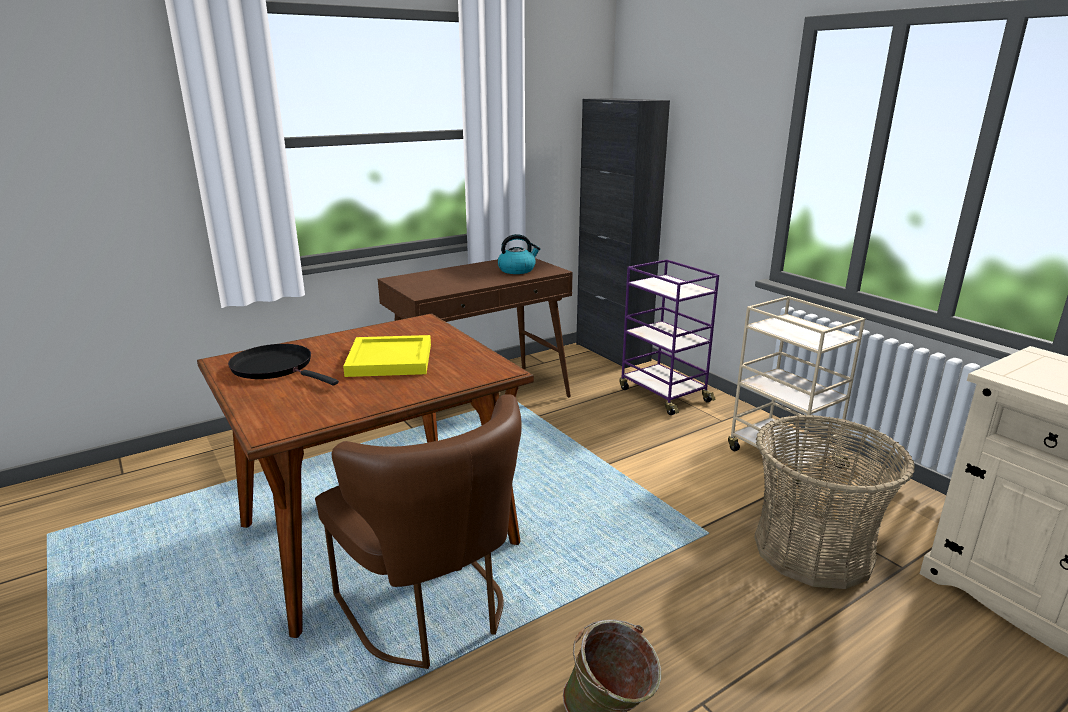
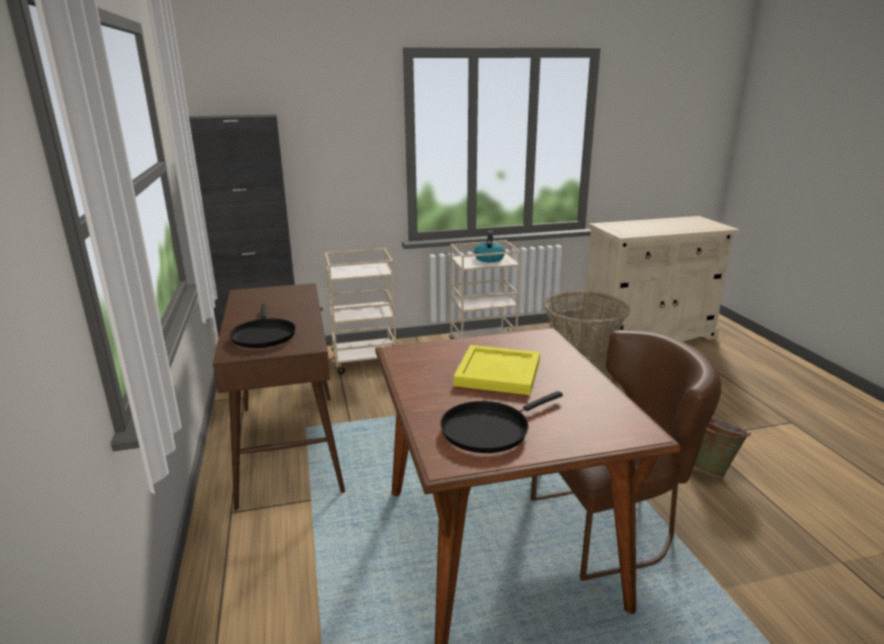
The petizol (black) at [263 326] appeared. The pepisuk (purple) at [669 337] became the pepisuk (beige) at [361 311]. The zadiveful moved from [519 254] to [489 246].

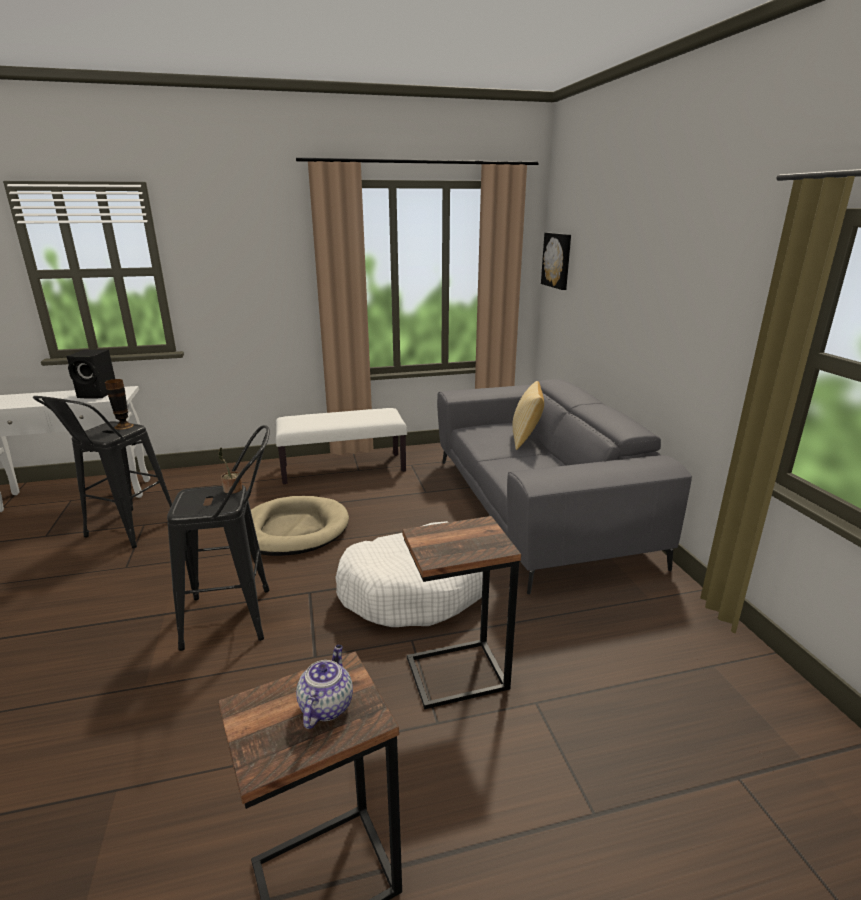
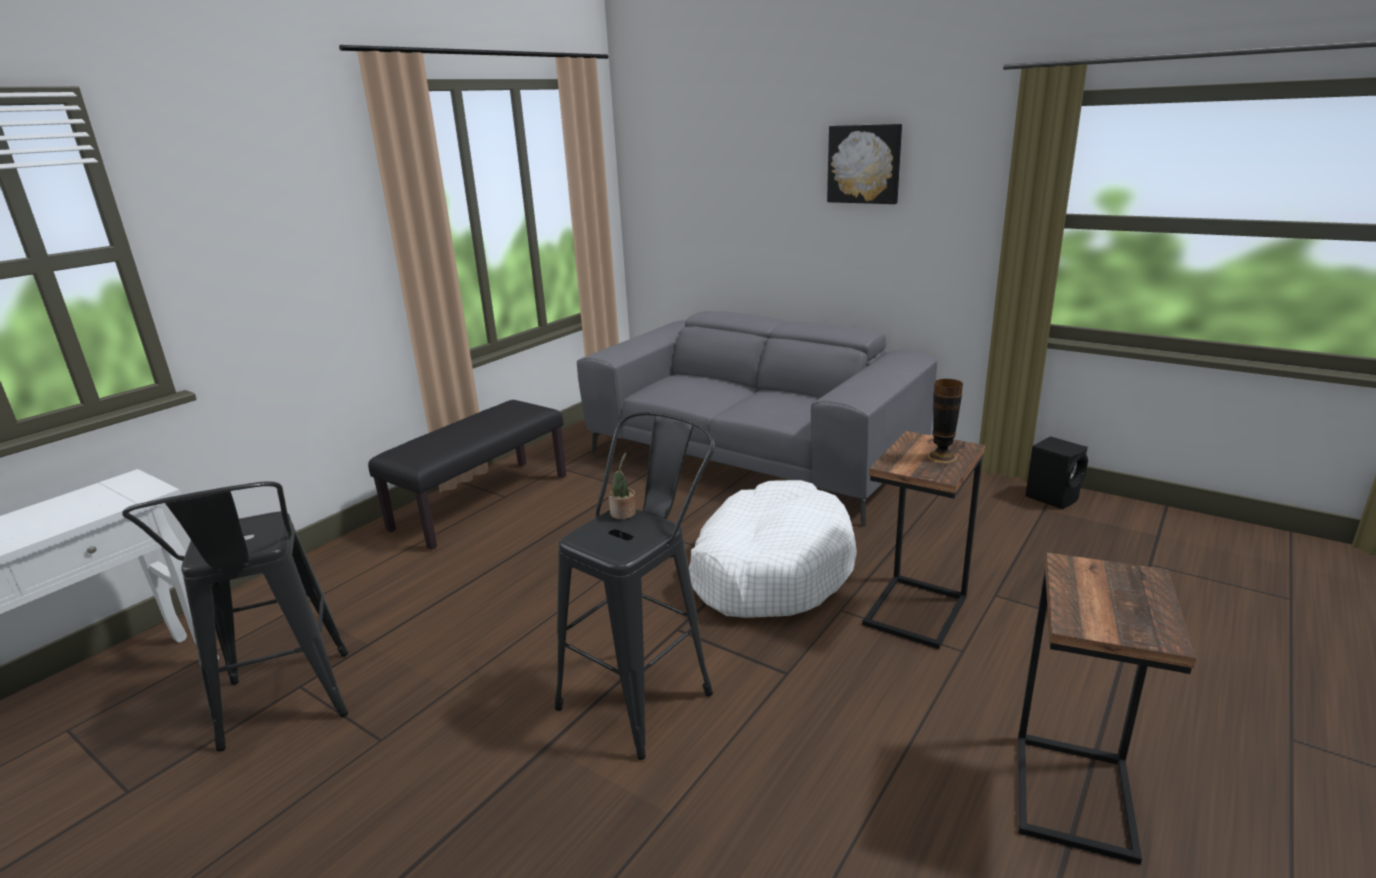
The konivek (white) at [341 446] became the konivek (black) at [467 475]. The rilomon moved from [556 261] to [864 164]. The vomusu moved from [119 404] to [945 421]. The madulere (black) moved from [91 374] to [1056 472]. The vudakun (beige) at [300 526] disappeared. The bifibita at [324 687] disappeared. The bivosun at [528 415] disappeared.

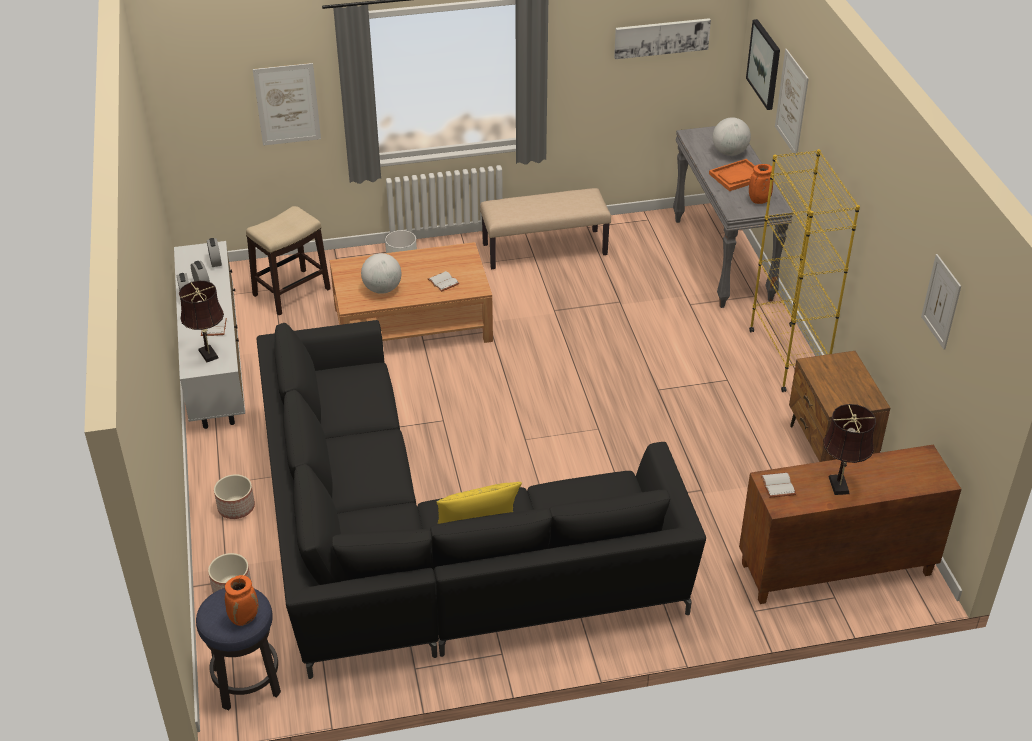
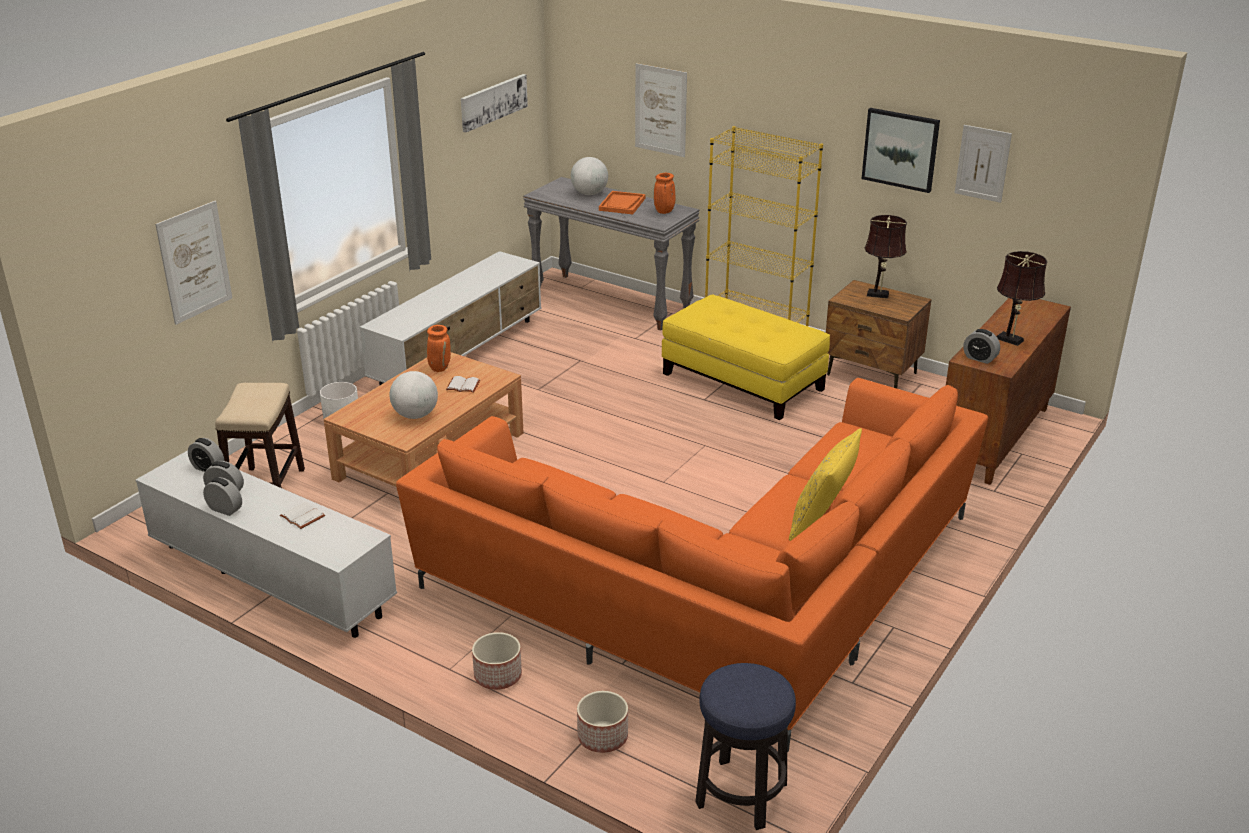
The konivek (beige) at [545 228] was replaced by the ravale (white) at [450 318]. The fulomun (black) at [481 499] became the fulomun (orange) at [692 565]. The vomusu (orange) moved from [241 600] to [439 348]. The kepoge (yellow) at [746 357] appeared. The rilomon moved from [763 64] to [900 150]. The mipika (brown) moved from [201 321] to [886 257]. The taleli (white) at [778 485] was replaced by the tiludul at [981 346].

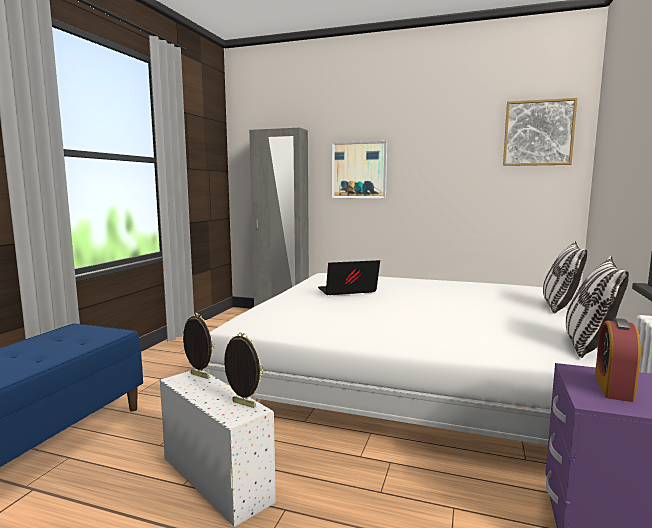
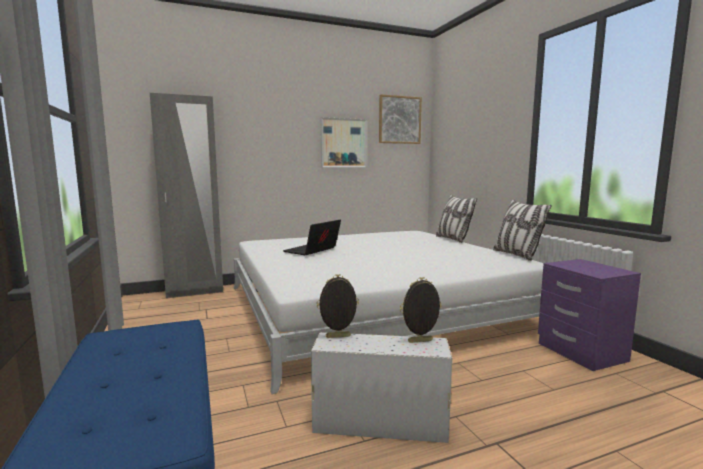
The rilomon moved from [359 169] to [344 142]. The tiludul at [618 360] disappeared.

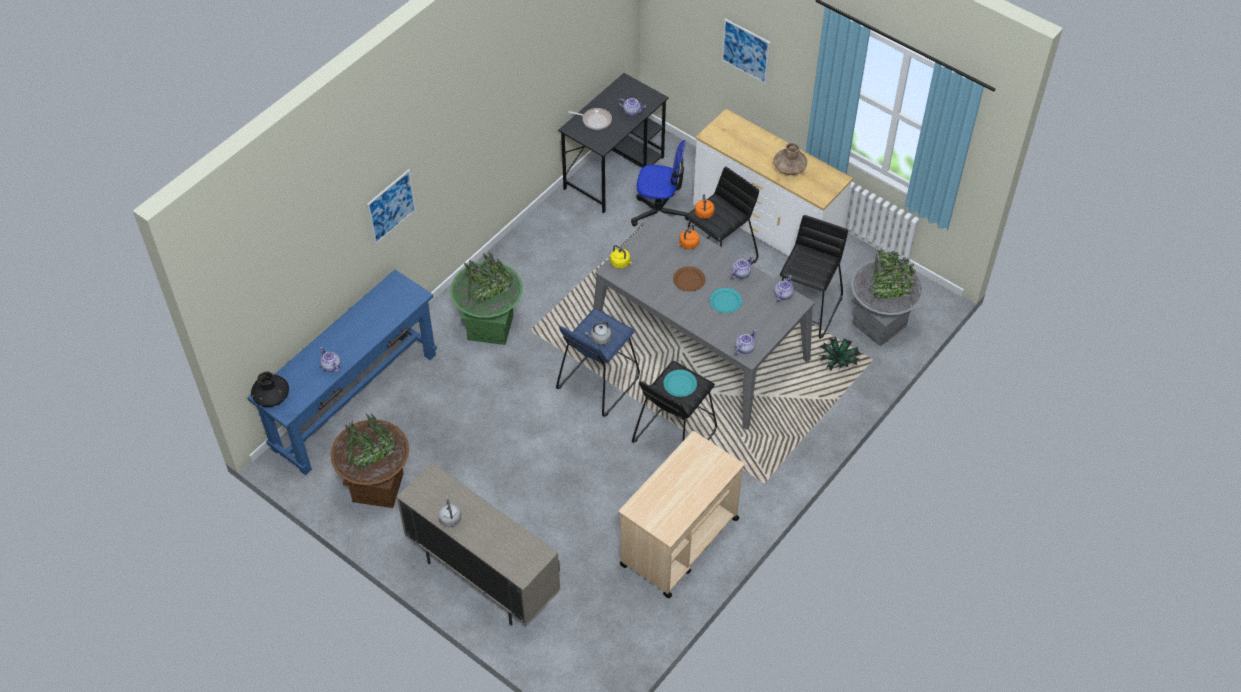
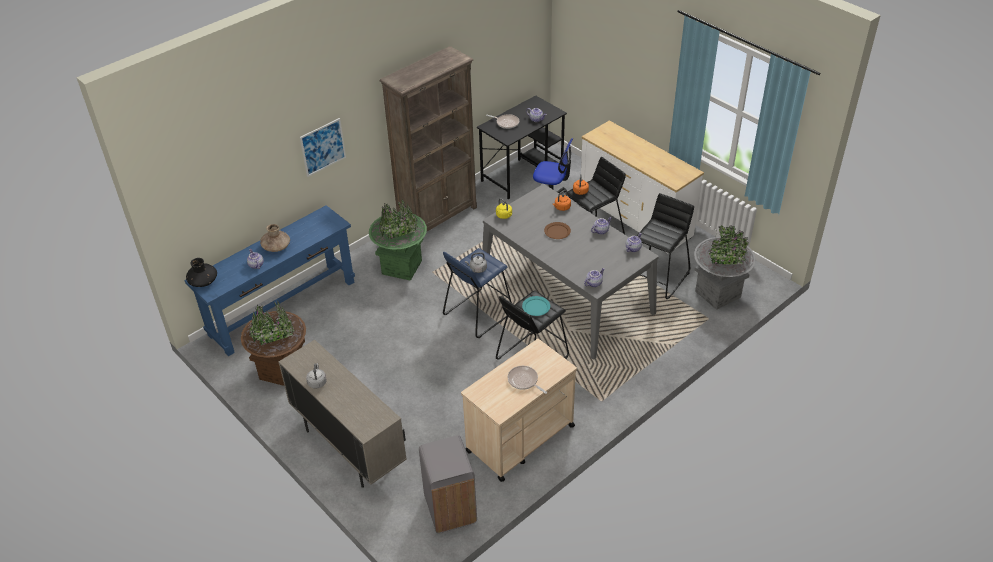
The vomusu (brown) moved from [790 159] to [275 238]. The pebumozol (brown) at [428 138] appeared. The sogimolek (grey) at [448 484] appeared. The petizol at [527 380] appeared. The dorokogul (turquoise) at [726 300] disappeared. The rilomon at [746 51] disappeared. The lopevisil at [840 353] disappeared.

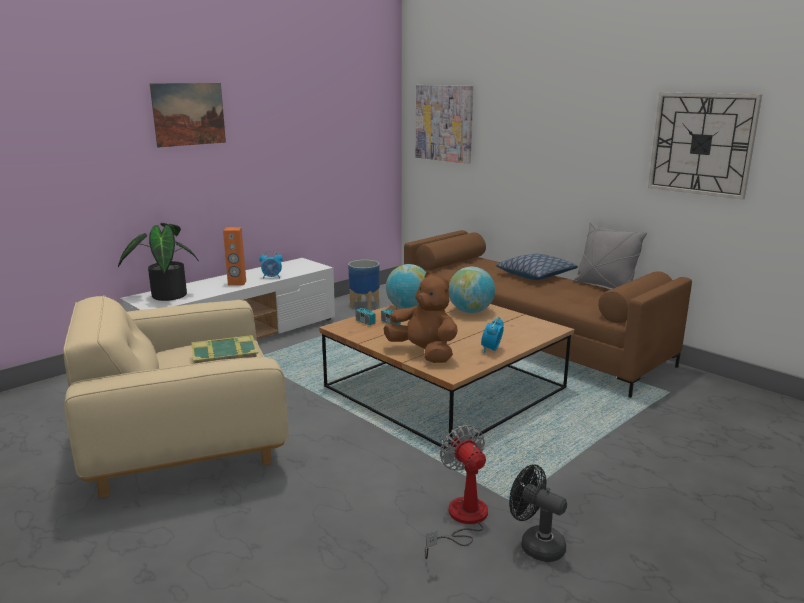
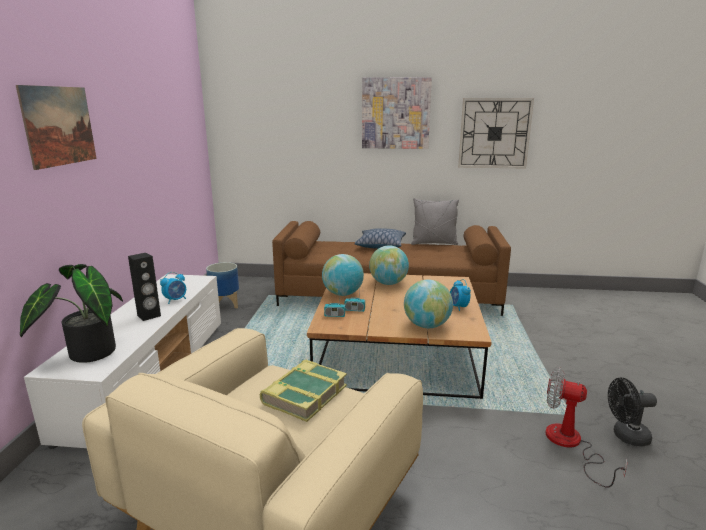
The madulere (orange) at [234 256] became the madulere (black) at [144 287]. The rilomon moved from [444 124] to [397 113]. The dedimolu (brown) at [420 317] was replaced by the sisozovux at [428 304].

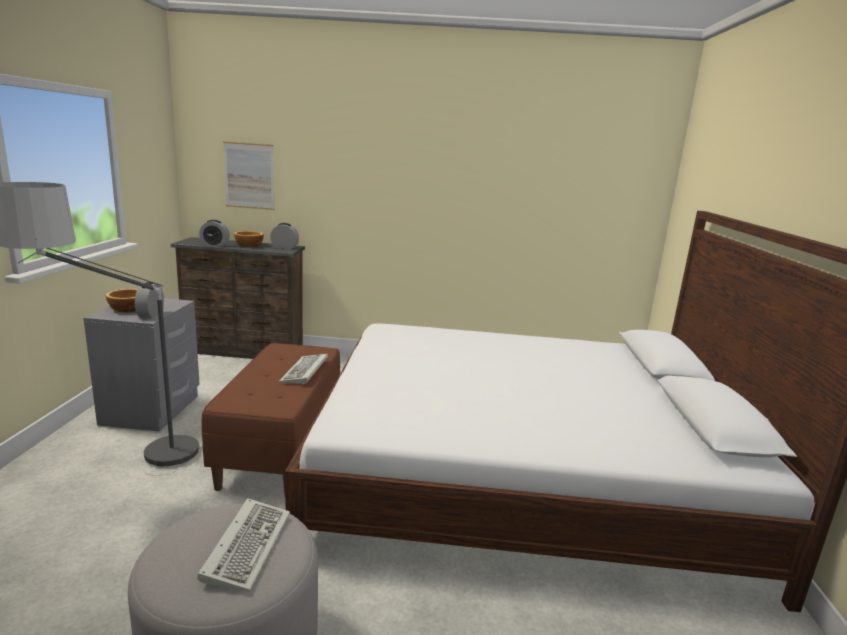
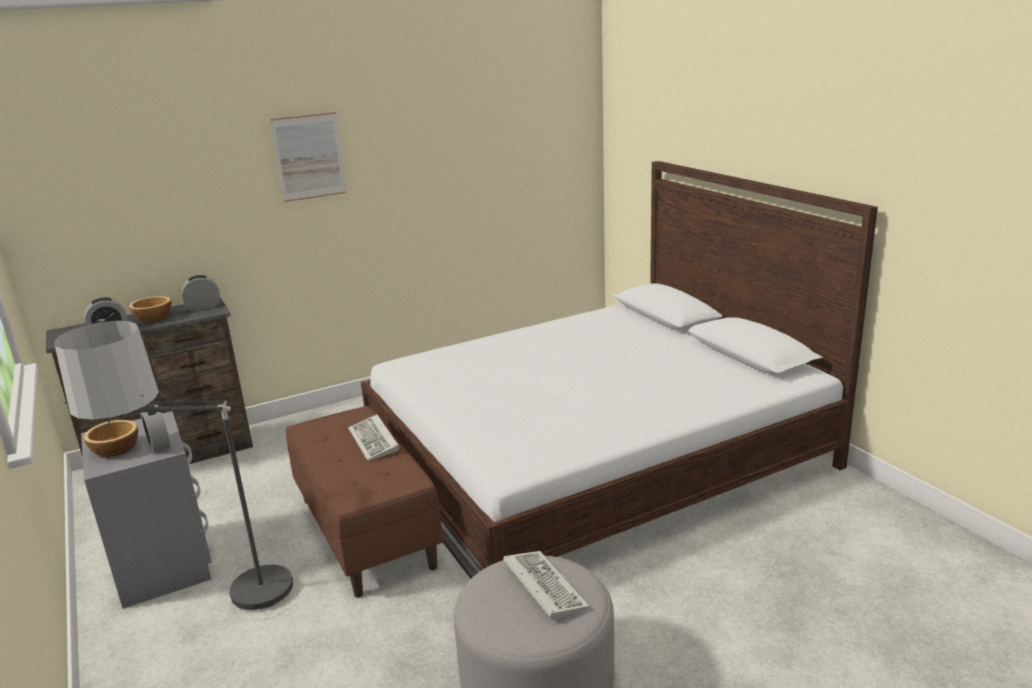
The rilomon moved from [249 176] to [308 157].

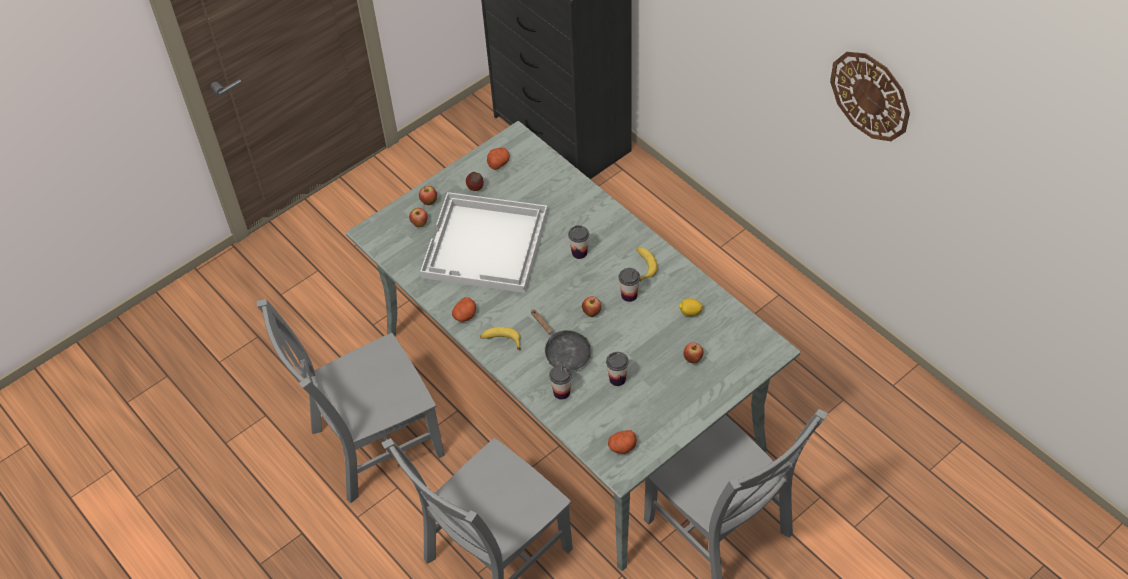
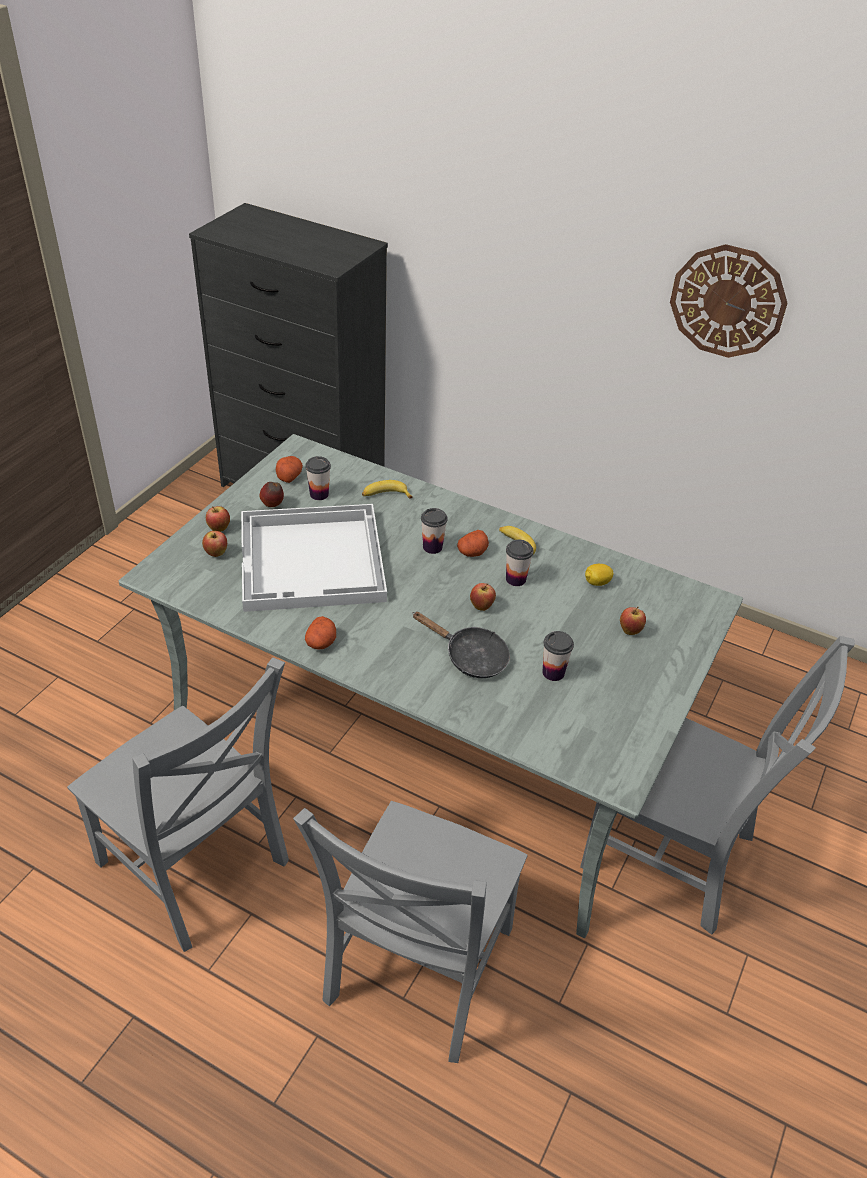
The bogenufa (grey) at [350 401] turned 90 degrees counterclockwise. The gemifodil moved from [560 382] to [318 478]. The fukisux moved from [500 338] to [387 489]. The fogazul moved from [622 442] to [473 543].

